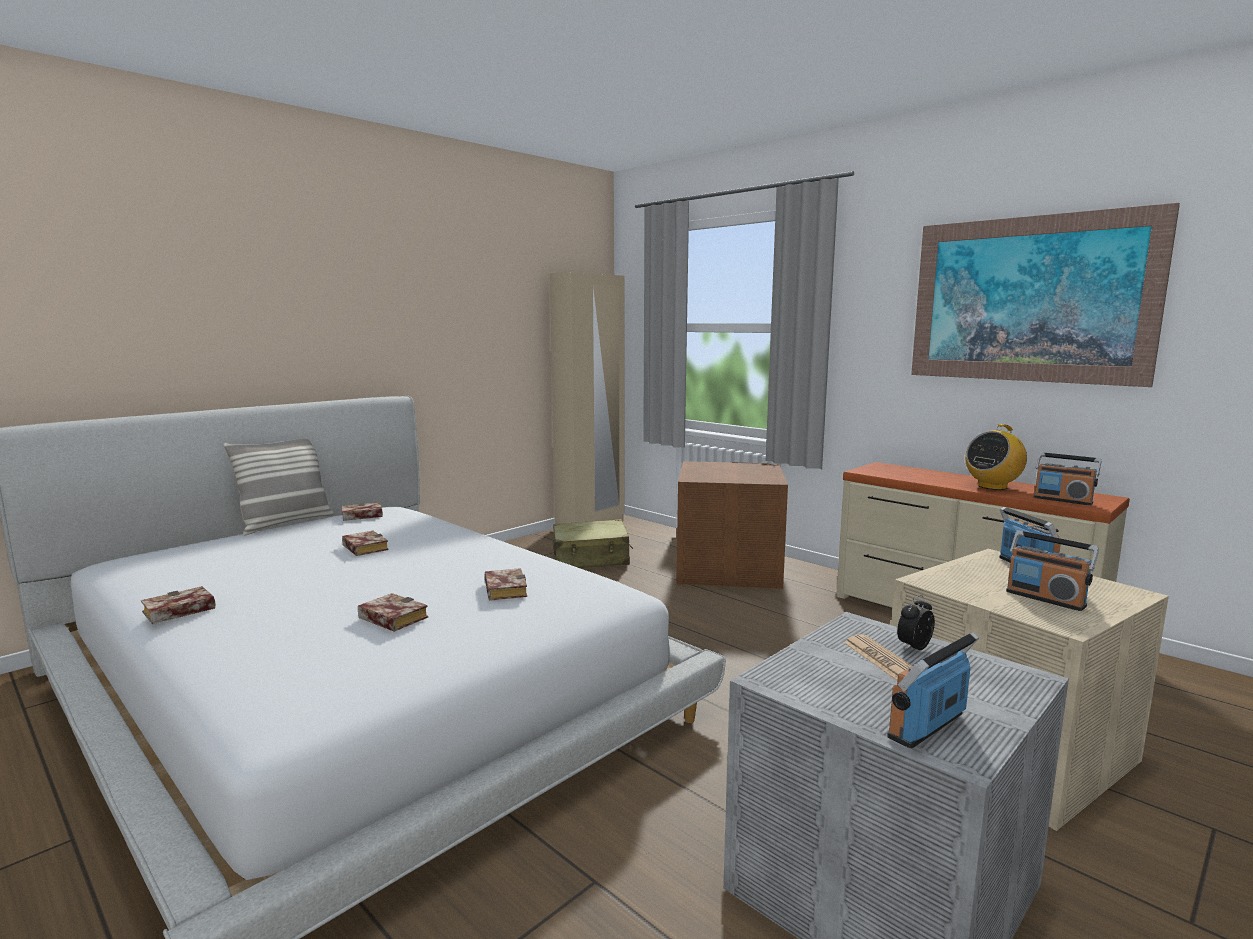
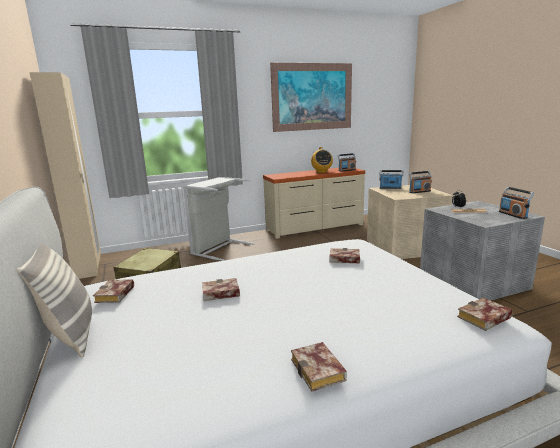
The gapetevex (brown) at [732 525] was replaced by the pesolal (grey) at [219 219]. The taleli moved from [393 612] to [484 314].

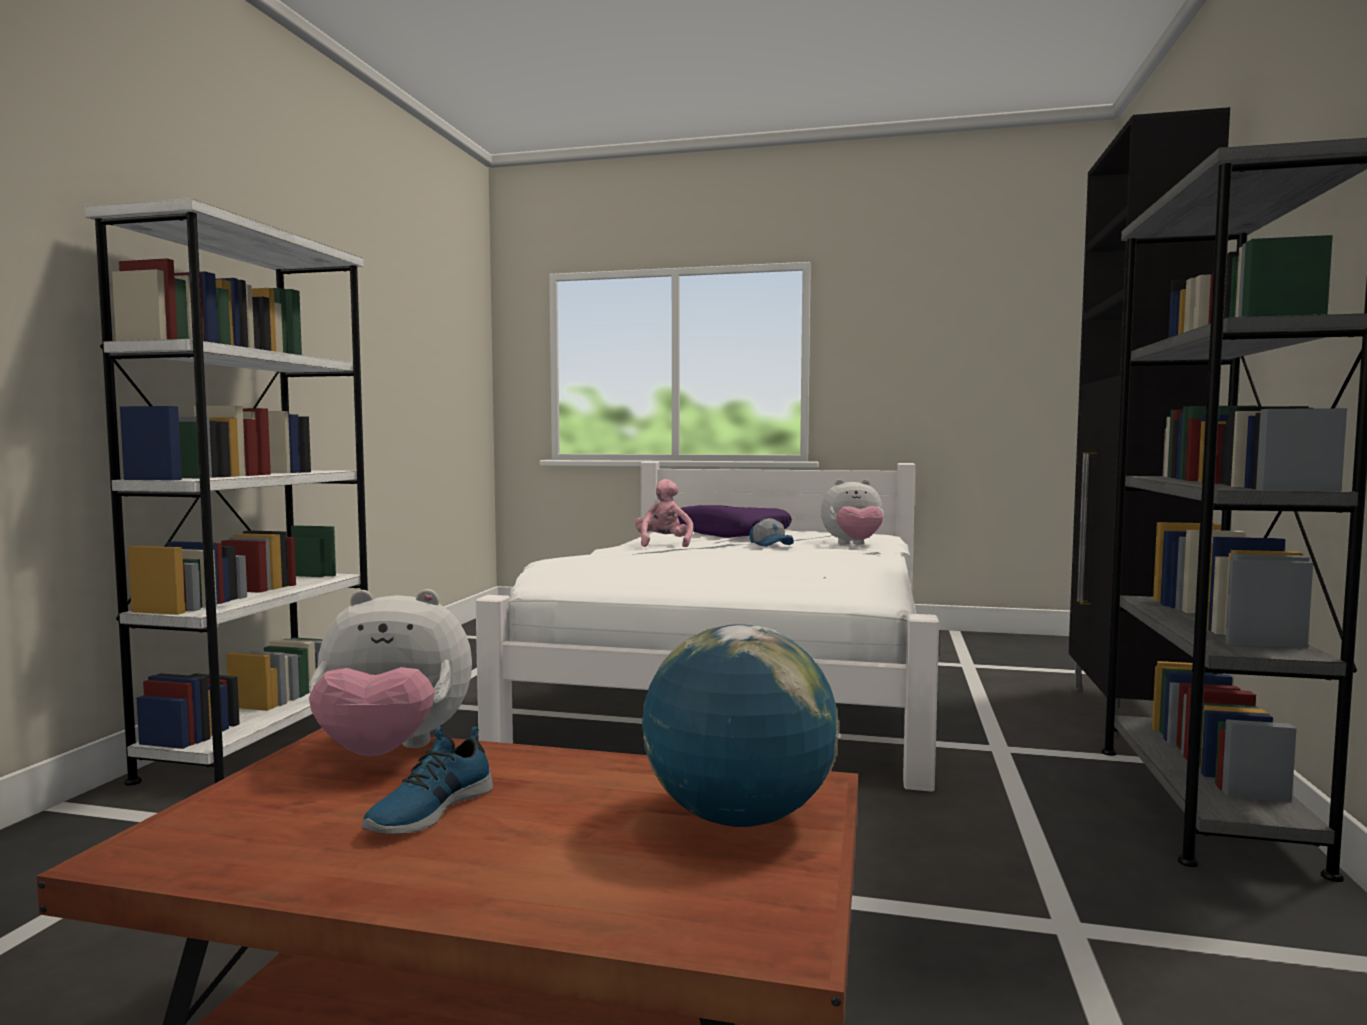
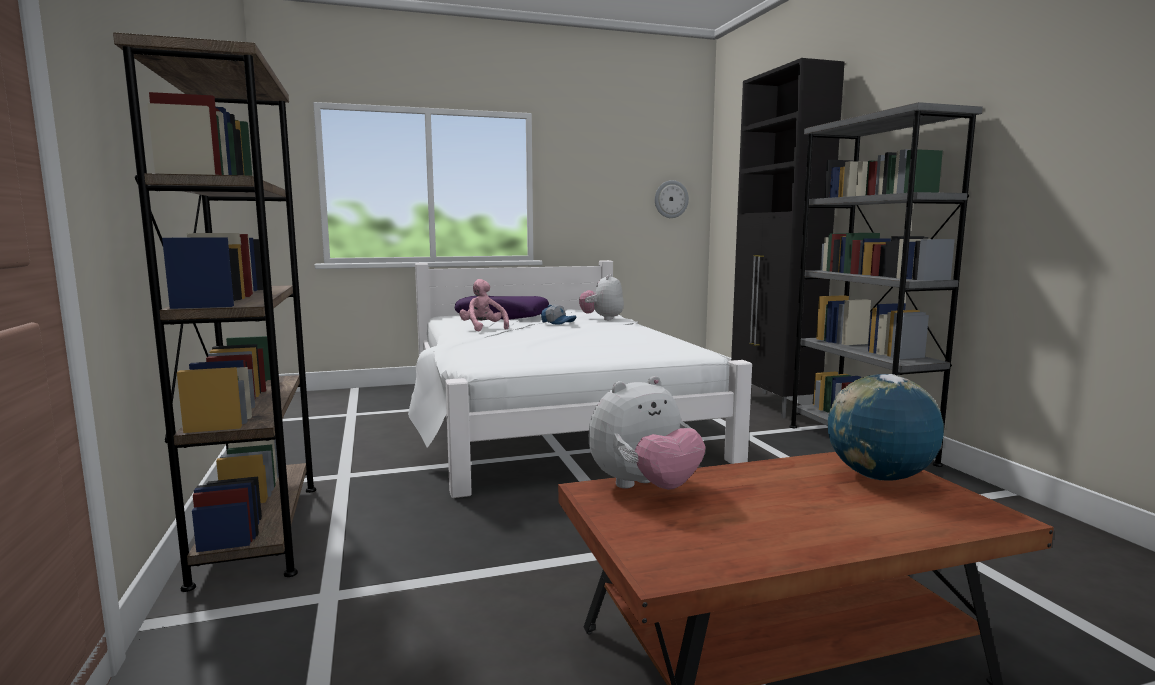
The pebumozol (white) at [226 492] became the pebumozol (brown) at [214 312]. The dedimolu at [852 512] turned 135 degrees clockwise. The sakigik at [672 199] appeared. The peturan at [427 780] disappeared.

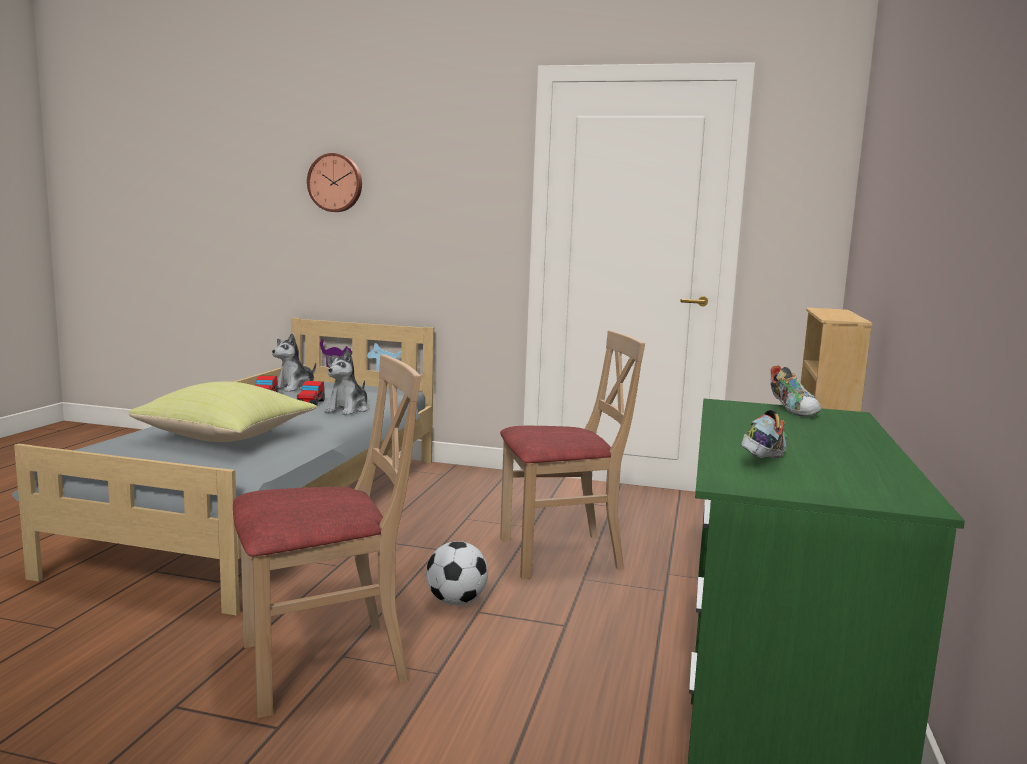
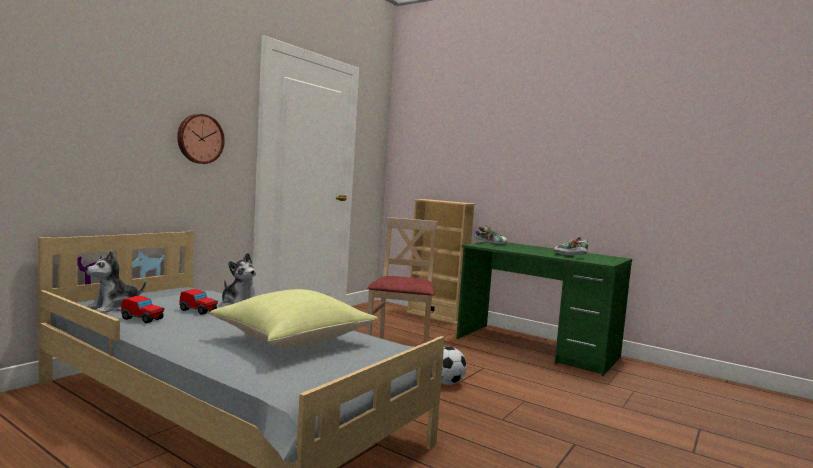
The dedimolu at [294 362] turned 75 degrees clockwise. The sakigik moved from [334 182] to [201 139]. The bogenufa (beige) at [327 536] disappeared.

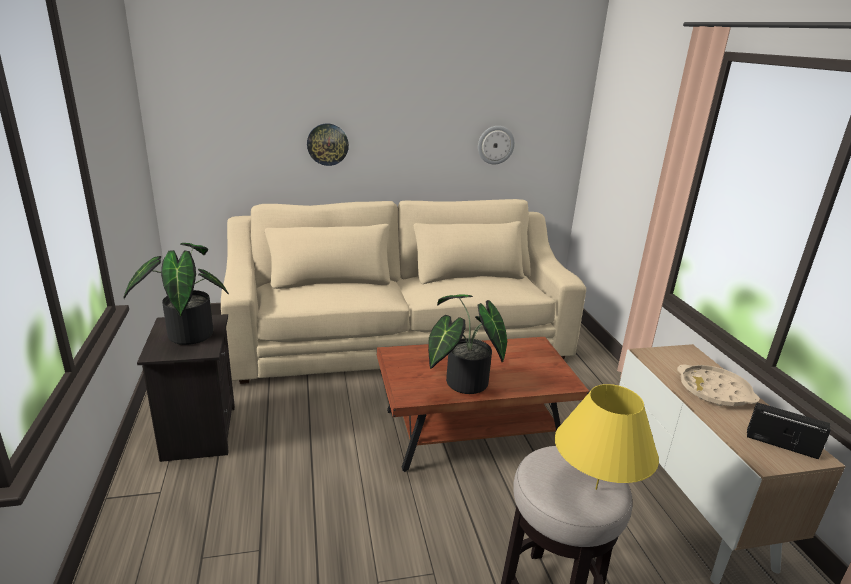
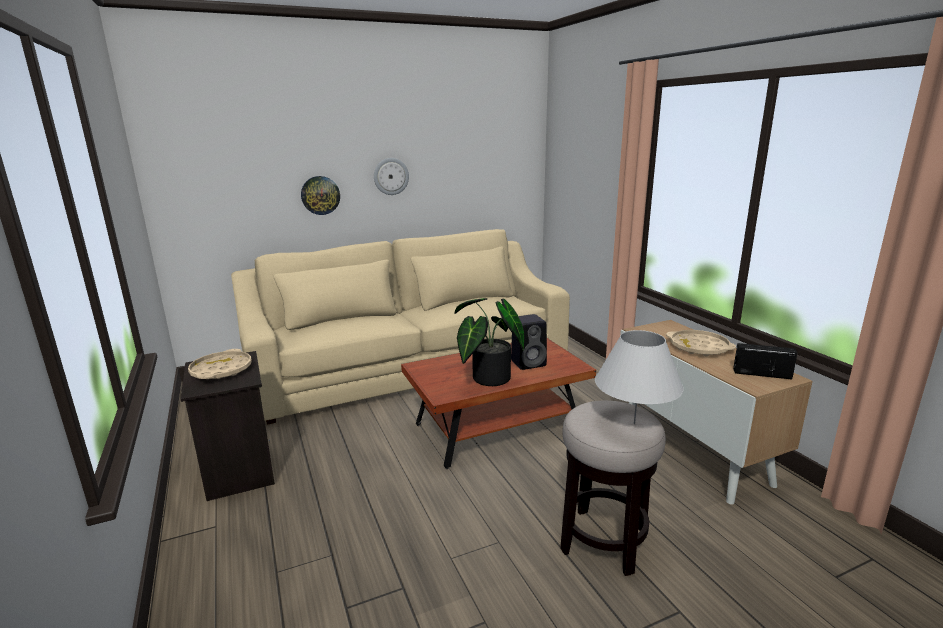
The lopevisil at [176 294] was replaced by the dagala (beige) at [220 364]. The sakigik moved from [496 145] to [391 176]. The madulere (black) at [529 342] appeared. The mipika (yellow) at [607 437] became the mipika (white) at [639 377].

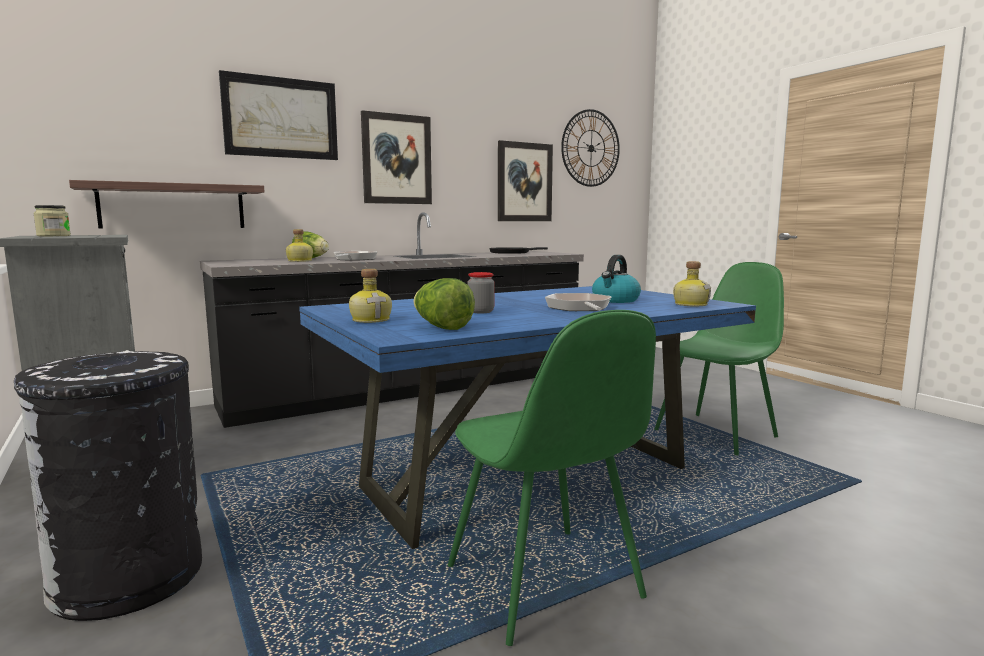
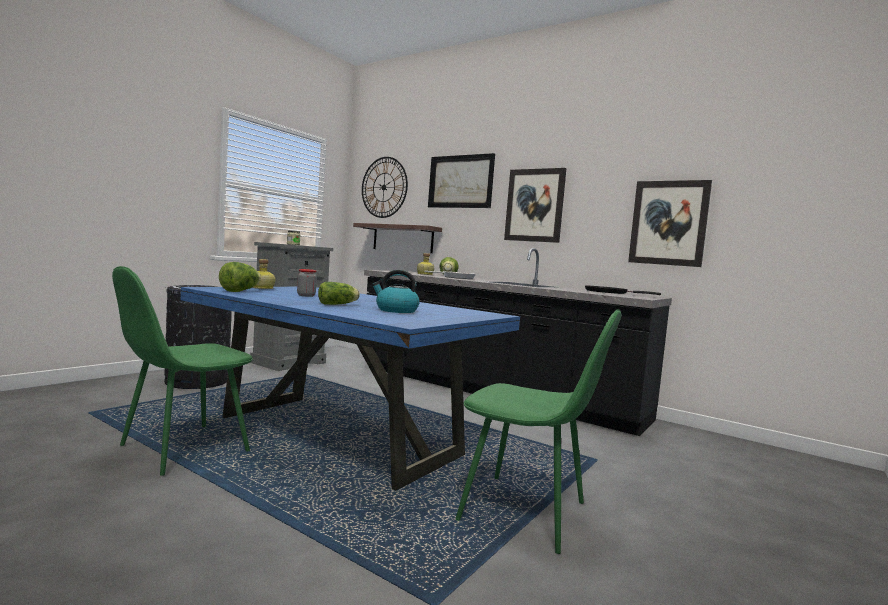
The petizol at [578 302] was replaced by the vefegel at [339 293]. The sakigik moved from [590 148] to [385 187]. The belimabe at [692 283] disappeared.

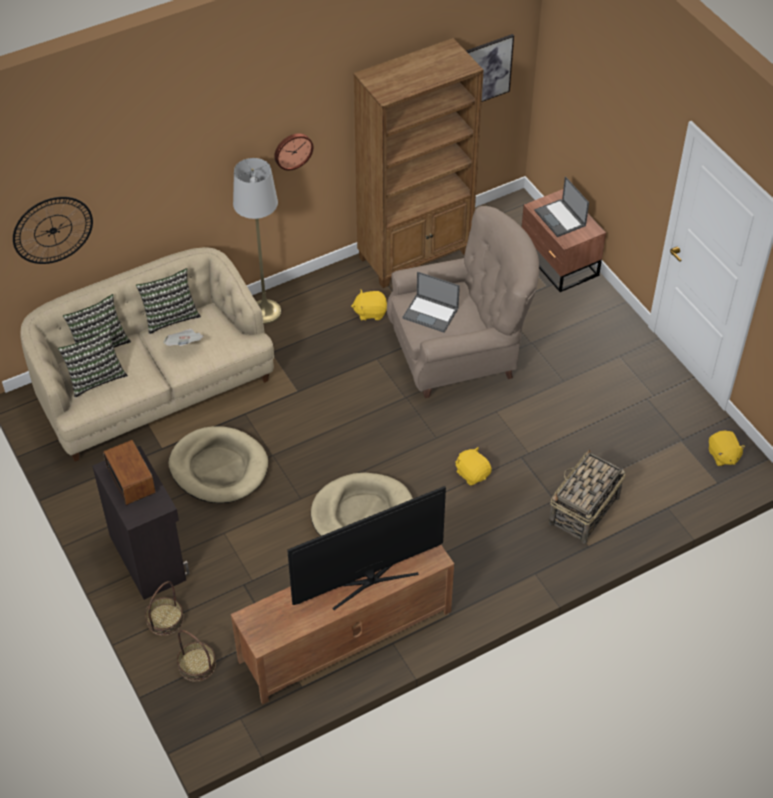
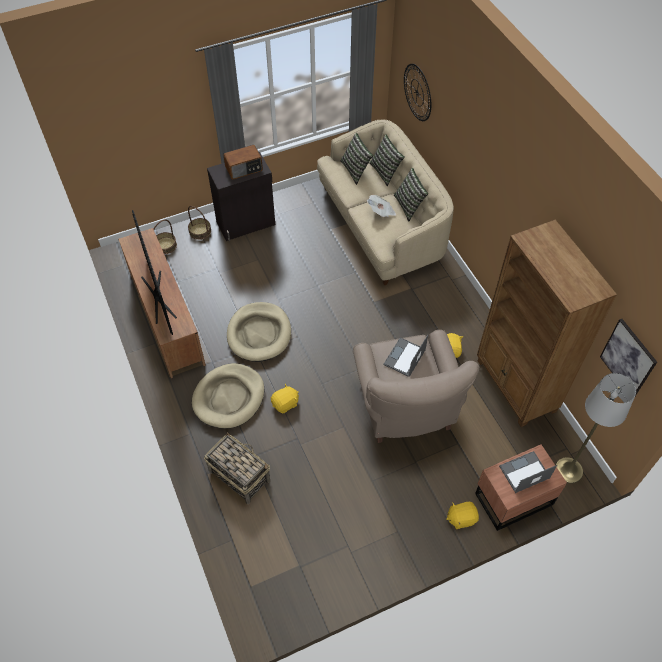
The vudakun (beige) moved from [218 464] to [228 396]. The dedimolu (yellow) moved from [727 448] to [462 515]. The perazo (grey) moved from [257 241] to [596 428]. The sakigik at [293 151] disappeared.

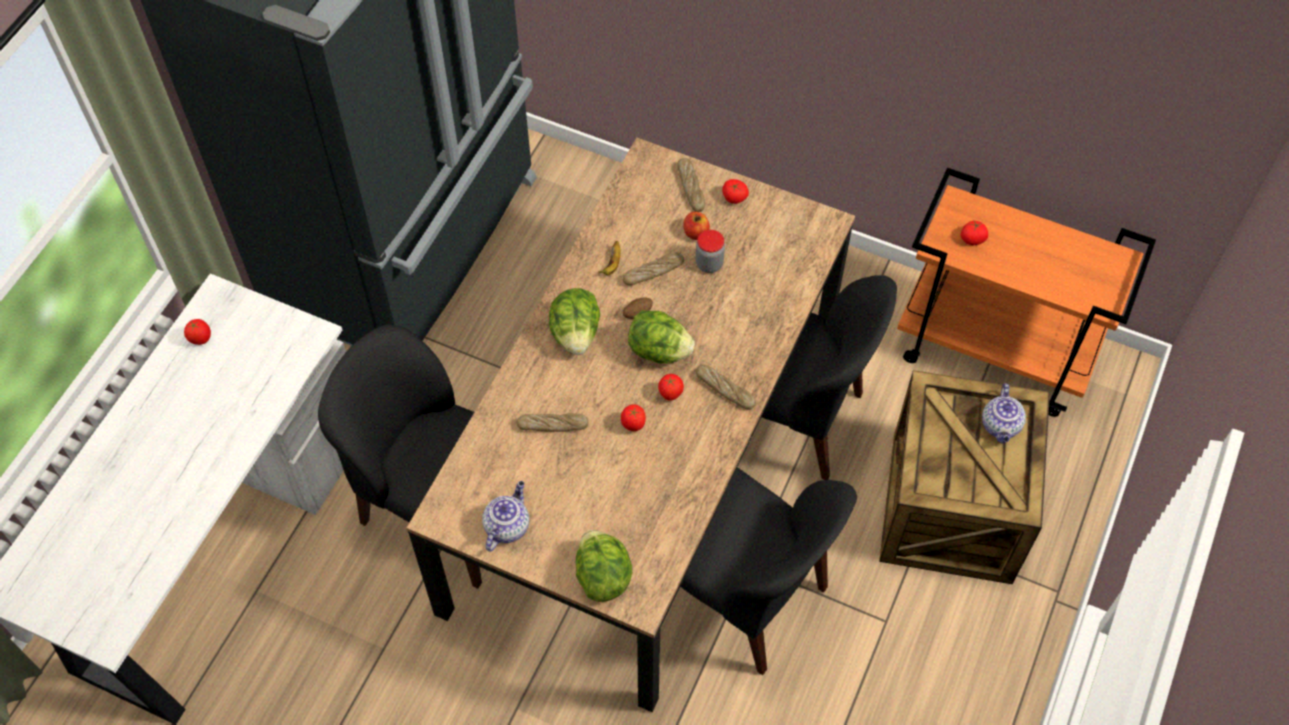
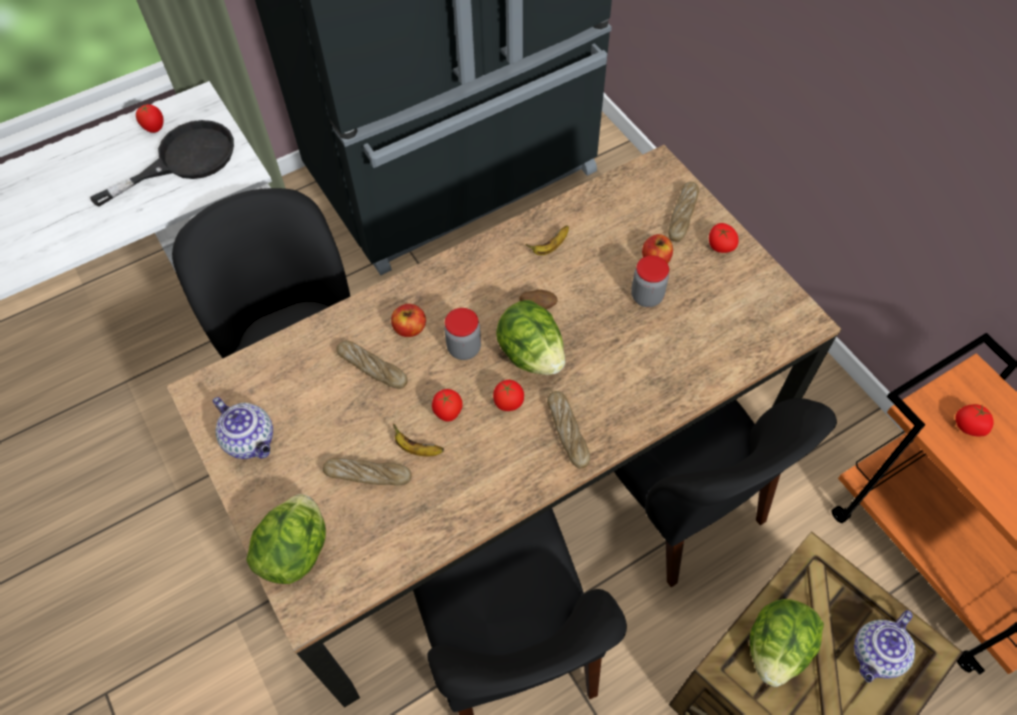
The petizol (black) at [162 163] appeared. The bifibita at [505 516] turned 75 degrees clockwise. The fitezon moved from [653 268] to [367 472]. The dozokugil at [408 320] appeared. The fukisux at [418 440] appeared. The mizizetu at [462 334] appeared. The vefegel moved from [574 321] to [787 643].

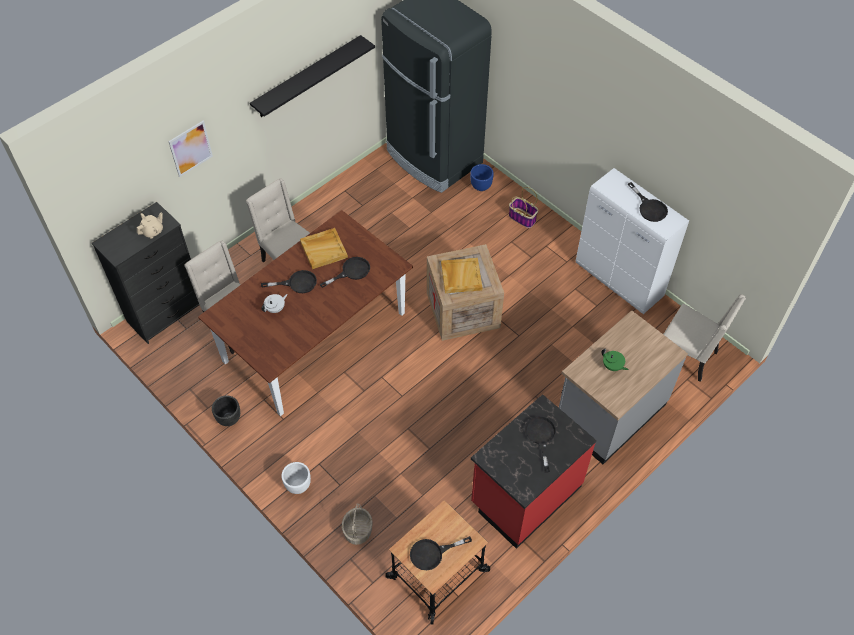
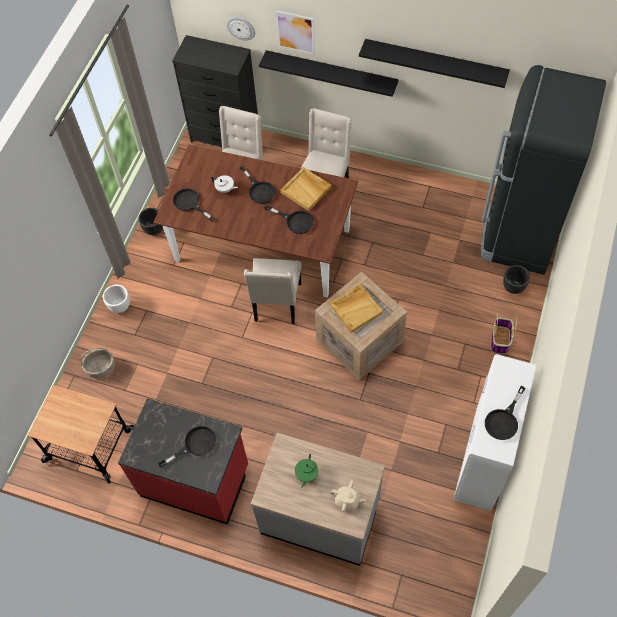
The petizol (black) moved from [441 553] to [194 205]. The sakigik at [241 29] appeared. The bogenufa (beige) moved from [704 338] to [273 291]. The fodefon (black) at [329 73] appeared. The bifibita (beige) moved from [150 225] to [348 496]. The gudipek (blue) at [482 177] became the gudipek (black) at [516 279].

